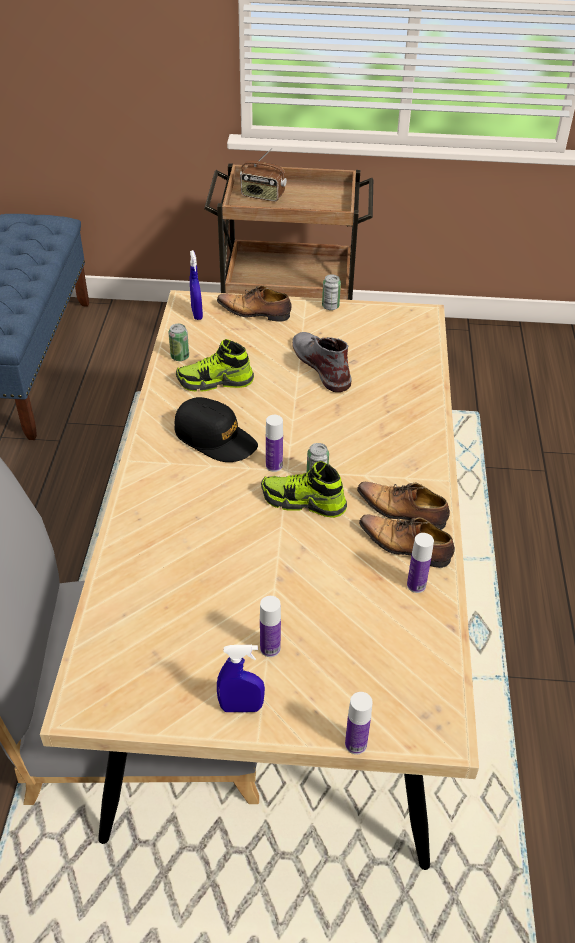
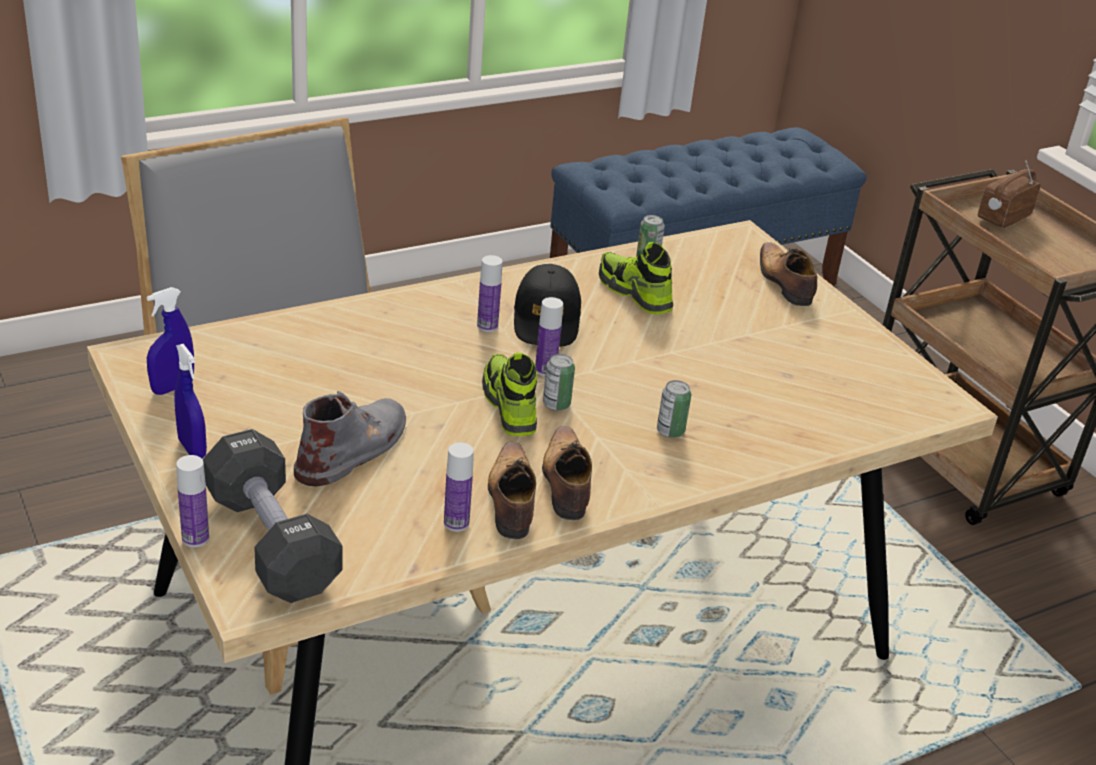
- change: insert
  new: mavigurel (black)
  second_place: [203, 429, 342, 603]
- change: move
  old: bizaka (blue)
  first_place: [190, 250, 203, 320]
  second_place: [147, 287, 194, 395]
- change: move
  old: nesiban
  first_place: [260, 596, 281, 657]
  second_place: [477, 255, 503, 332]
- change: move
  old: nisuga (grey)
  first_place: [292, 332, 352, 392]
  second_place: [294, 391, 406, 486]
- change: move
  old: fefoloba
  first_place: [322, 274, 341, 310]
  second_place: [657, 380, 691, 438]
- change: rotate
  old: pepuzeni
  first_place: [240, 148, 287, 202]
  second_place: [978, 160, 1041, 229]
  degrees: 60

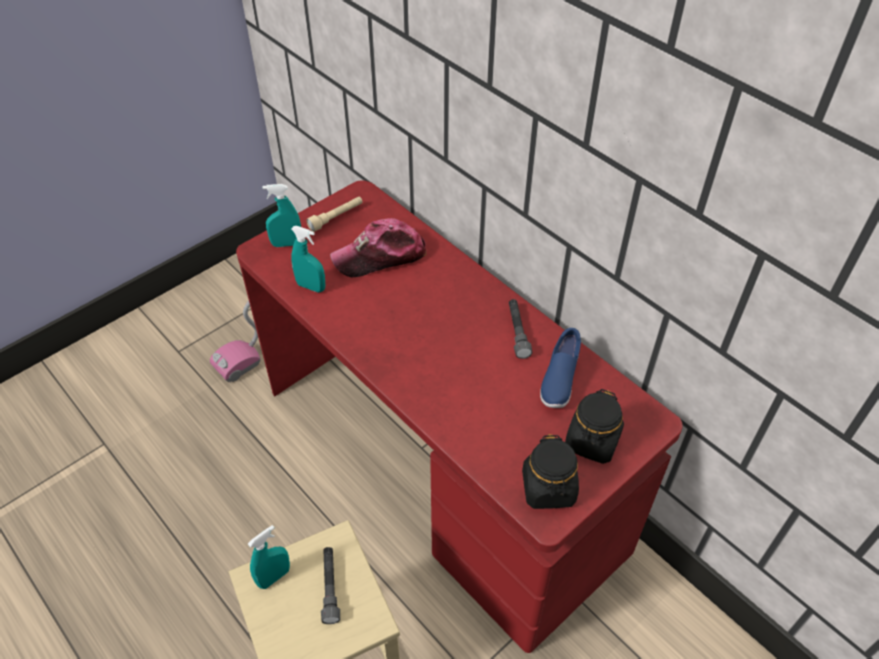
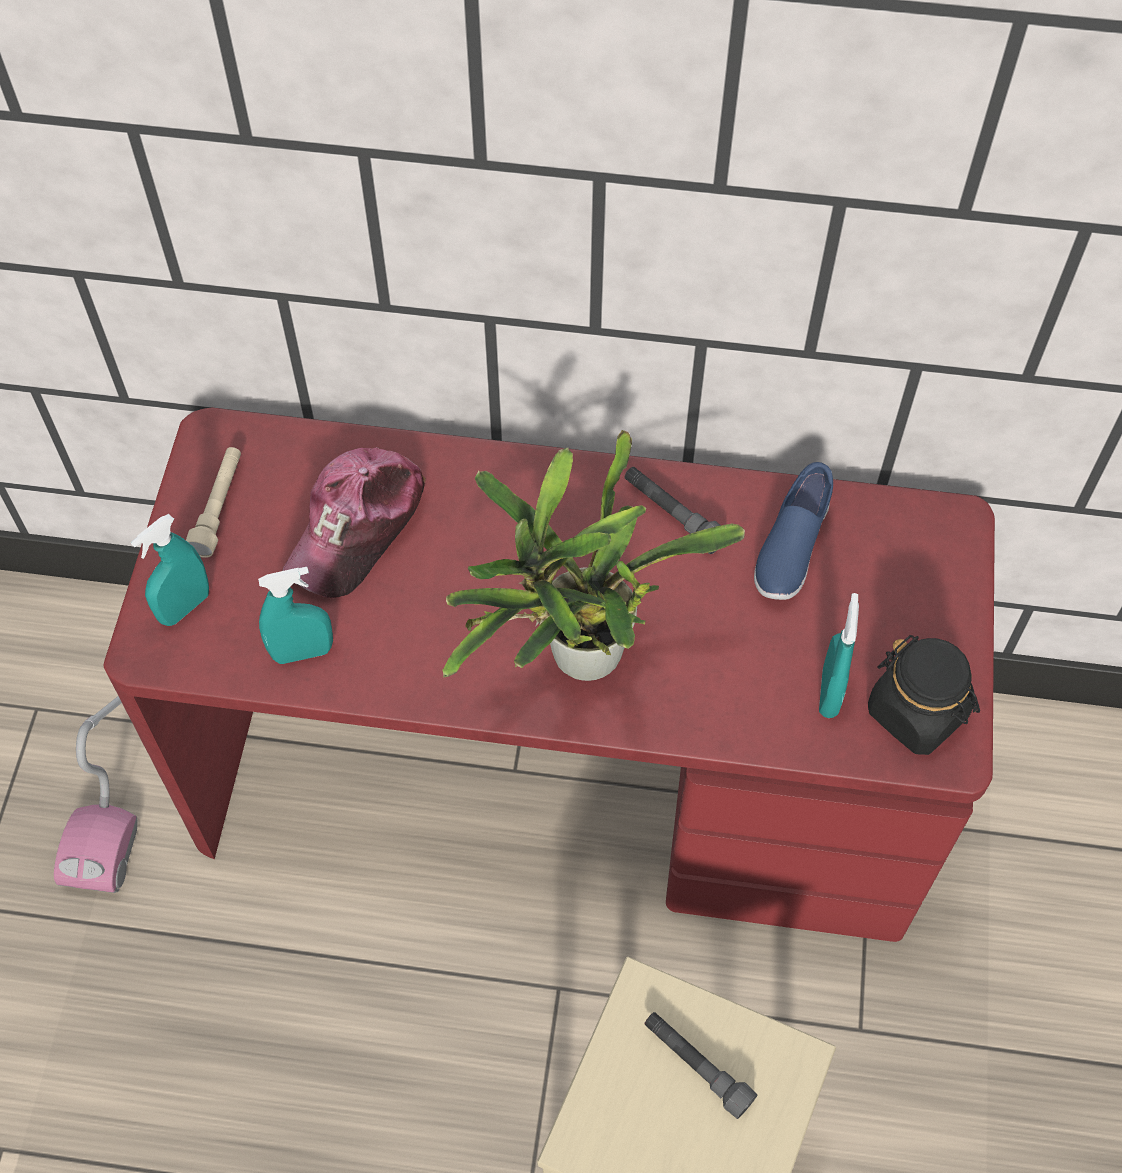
- change: delete
  old: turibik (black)
  first_place: [565, 389, 624, 464]
- change: insert
  new: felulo
  second_place: [442, 430, 745, 681]
- change: move
  old: bizaka (turquoise)
  first_place: [248, 525, 290, 589]
  second_place: [819, 593, 859, 718]
- change: rotate
  old: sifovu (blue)
  first_place: [540, 328, 581, 408]
  second_place: [754, 462, 833, 600]
  degrees: 45

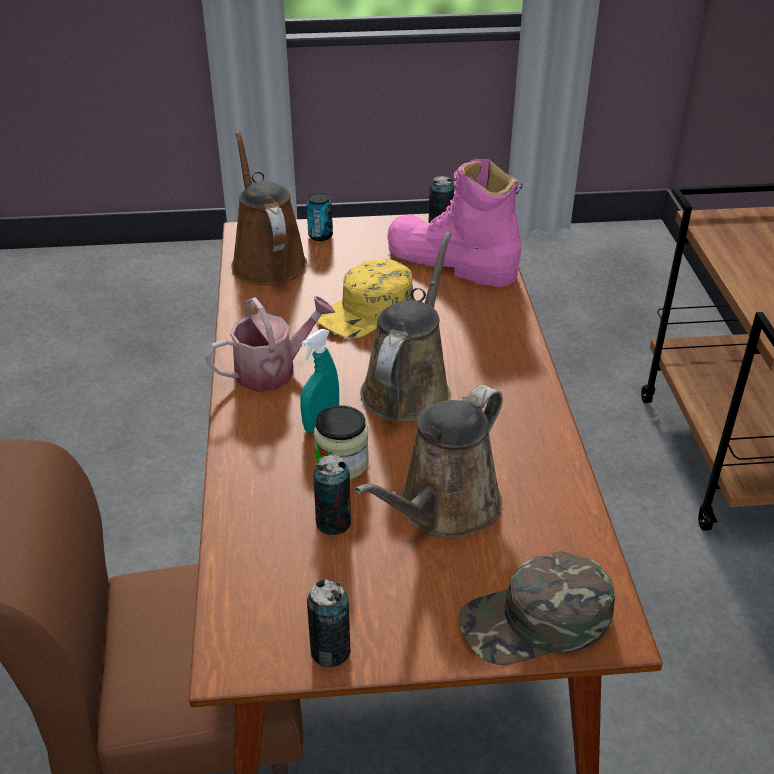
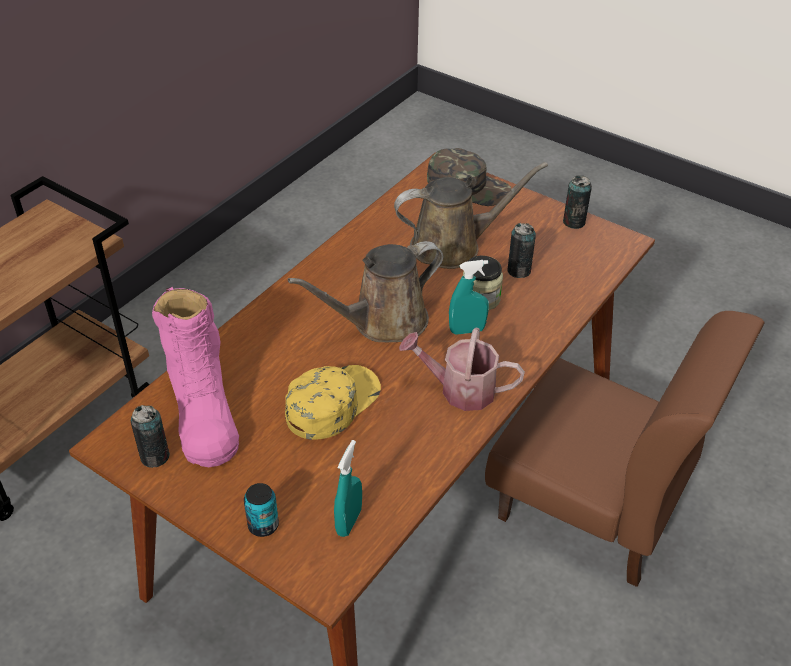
- change: replace
  old: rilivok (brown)
  new: bizaka (turquoise)
  first_place: [231, 131, 307, 285]
  second_place: [334, 440, 362, 537]
- change: rotate
  old: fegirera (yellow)
  first_place: [317, 259, 413, 338]
  second_place: [285, 365, 381, 440]
  degrees: -45

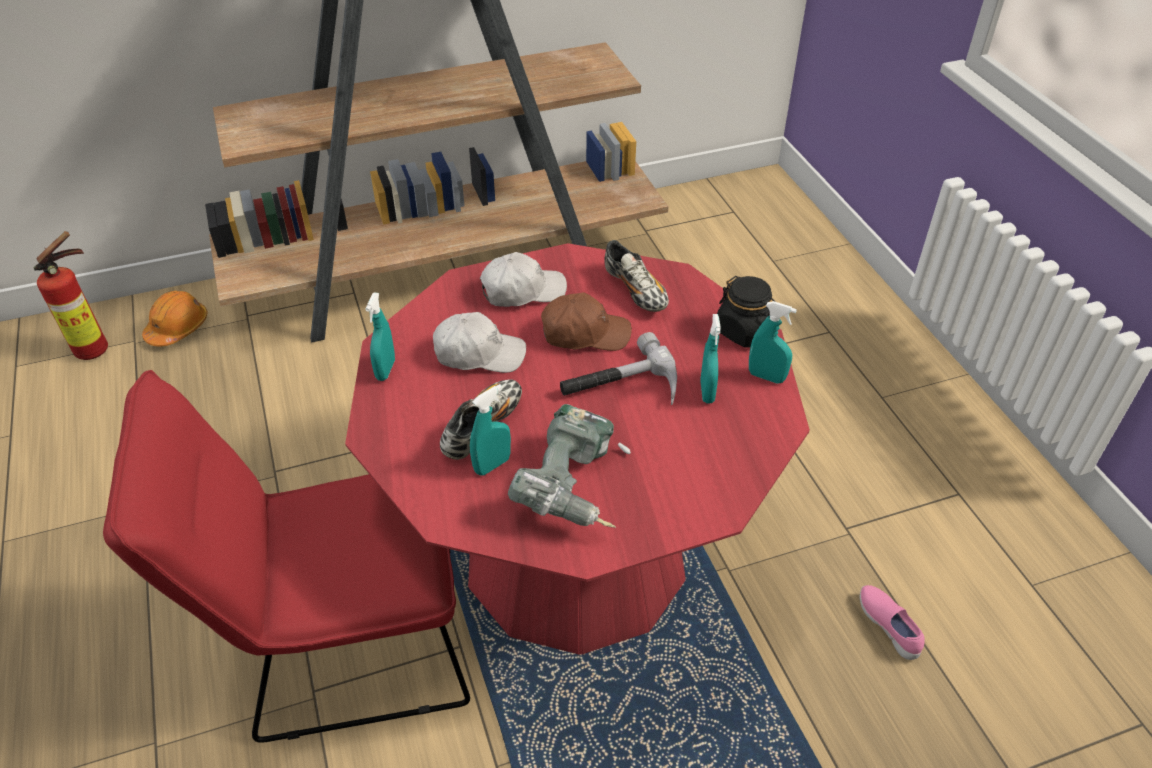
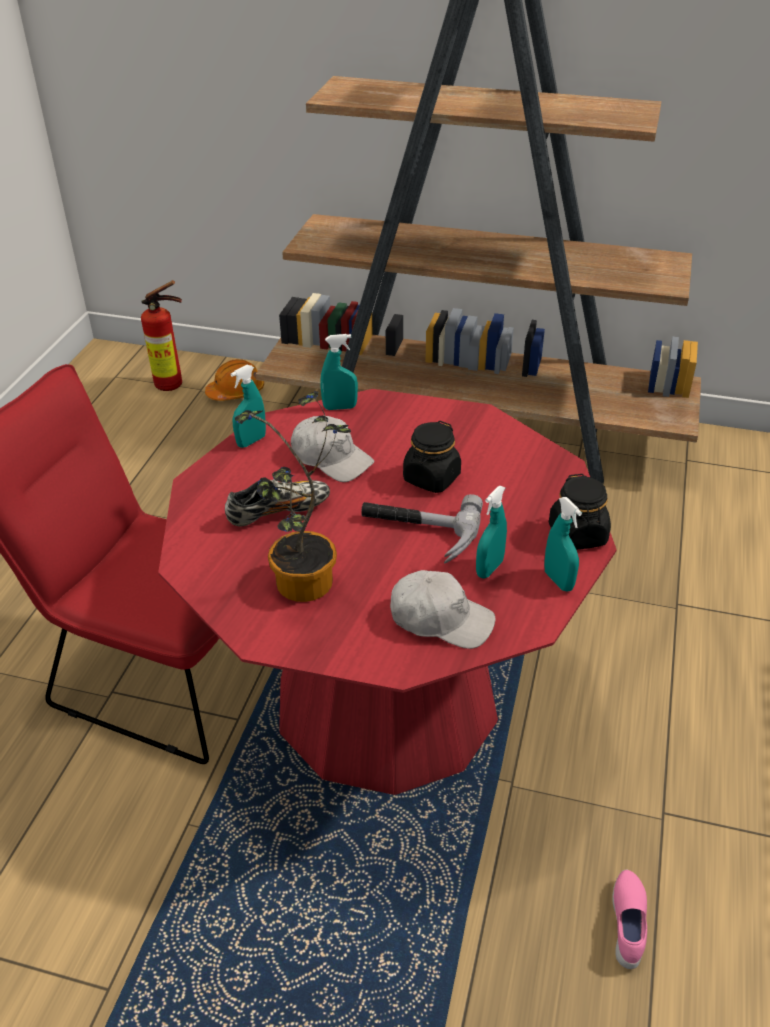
- change: delete
  old: sifovu
  first_place: [604, 240, 669, 312]
- change: move
  old: bizaka (turquoise)
  first_place: [470, 384, 511, 475]
  second_place: [320, 334, 358, 410]
- change: move
  old: fegirera (white)
  first_place: [480, 252, 567, 307]
  second_place: [390, 570, 496, 649]
- change: replace
  old: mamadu
  new: felulo
  first_place: [508, 404, 631, 528]
  second_place: [235, 391, 351, 602]
- change: replace
  old: fegirera (brown)
  new: turibik (black)
  first_place: [541, 292, 632, 351]
  second_place: [403, 421, 461, 493]

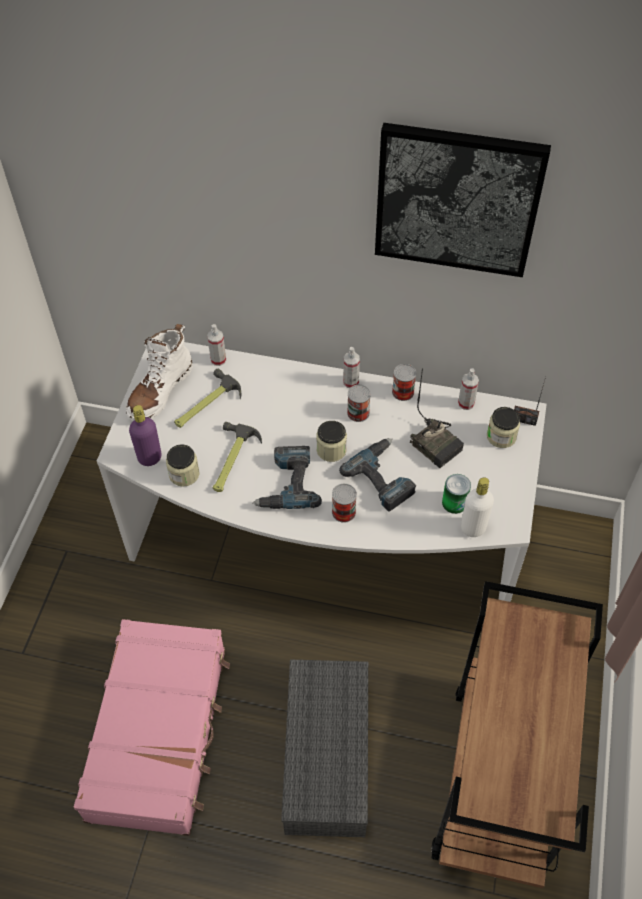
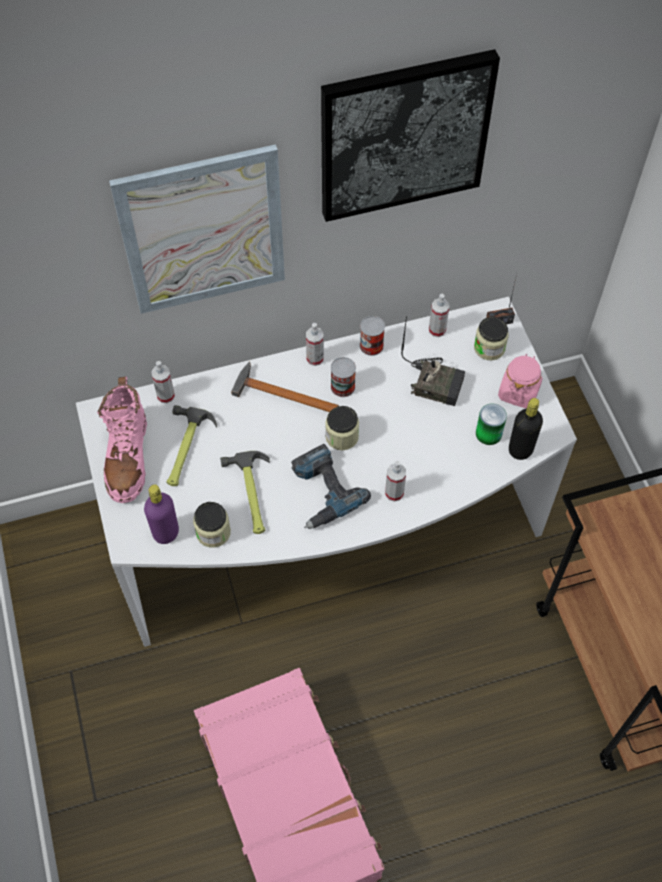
- change: delete
  old: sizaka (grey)
  first_place: [281, 660, 368, 837]
- change: delete
  old: mamadu
  first_place: [339, 438, 416, 512]
- change: insert
  new: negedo
  second_place: [109, 144, 285, 314]
- change: insert
  new: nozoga
  second_place: [231, 362, 339, 412]
- change: insert
  new: turibik (pink)
  second_place: [498, 353, 543, 408]
- change: replace
  old: fefoloba
  new: bizaka
  first_place: [332, 484, 357, 523]
  second_place: [385, 461, 406, 502]
- change: recolor
  old: nisuga (white)
  new: nisuga (pink)
  first_place: [126, 324, 193, 421]
  second_place: [97, 376, 147, 503]
- change: recolor
  old: nesiban (white)
  new: nesiban (black)
  first_place: [461, 477, 494, 537]
  second_place: [509, 398, 543, 460]

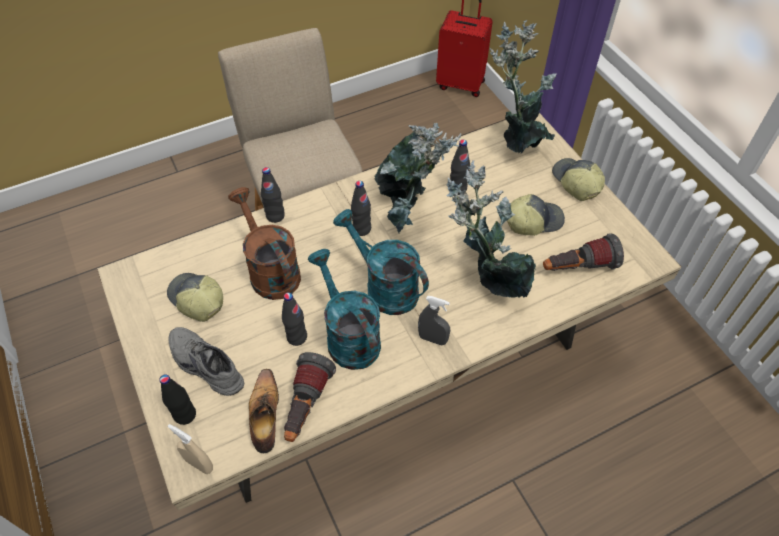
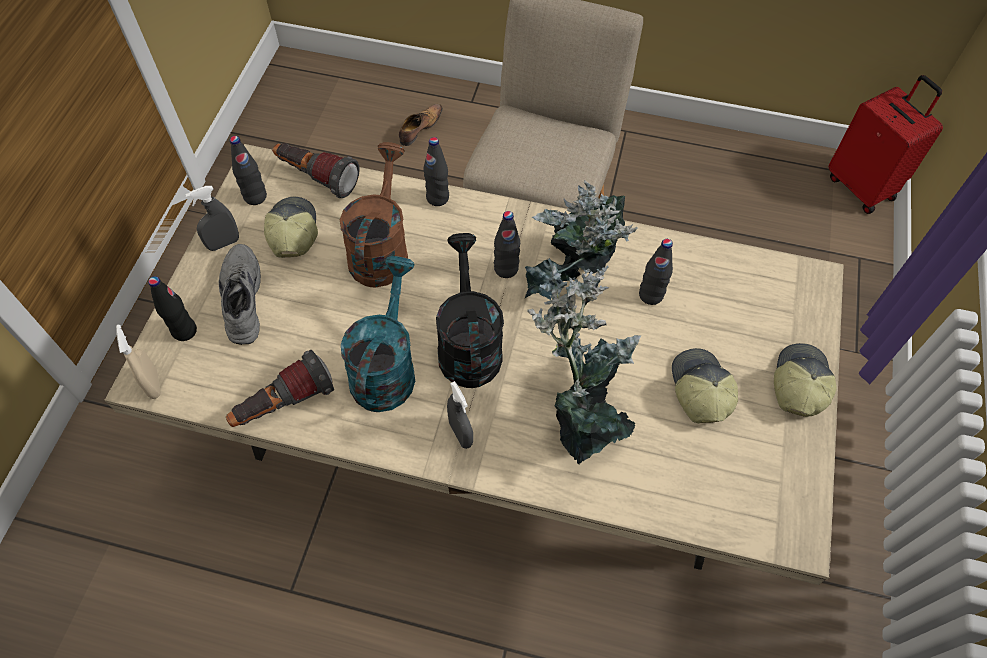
- change: delete
  old: felulo
  first_place: [490, 20, 557, 153]
- change: insert
  new: bizaka (grey)
  second_place: [185, 186, 239, 251]
- change: move
  old: sifovu
  first_place: [249, 369, 279, 453]
  second_place: [399, 104, 443, 146]
- change: move
  old: nesiban (black)
  first_place: [282, 292, 307, 346]
  second_place: [230, 136, 267, 205]
- change: move
  old: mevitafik
  first_place: [543, 233, 624, 271]
  second_place: [272, 143, 360, 198]
- change: recolor
  old: rilivok (turquoise)
  new: rilivok (black)
  first_place: [333, 209, 429, 315]
  second_place: [436, 233, 504, 388]
- change: rotate
  old: fegirera
  first_place: [507, 194, 565, 236]
  second_place: [672, 348, 738, 423]
  degrees: -120

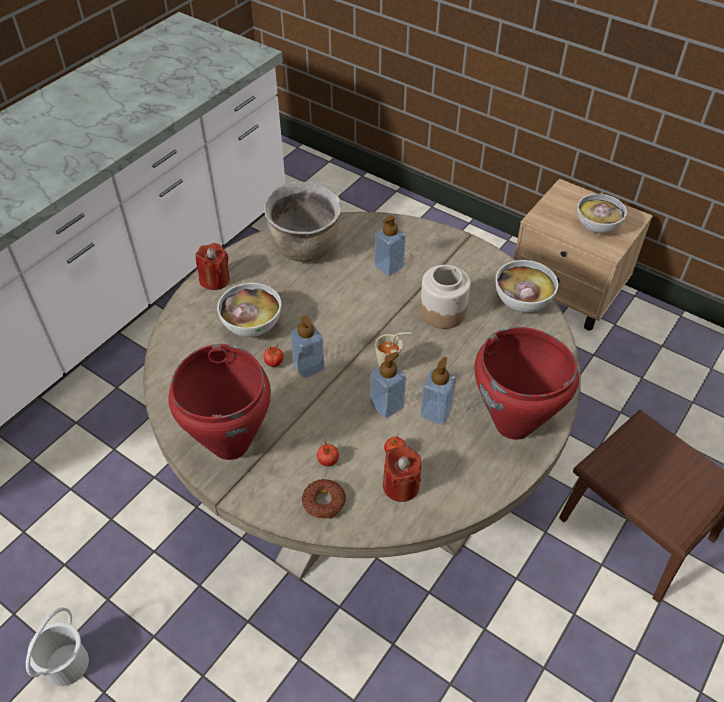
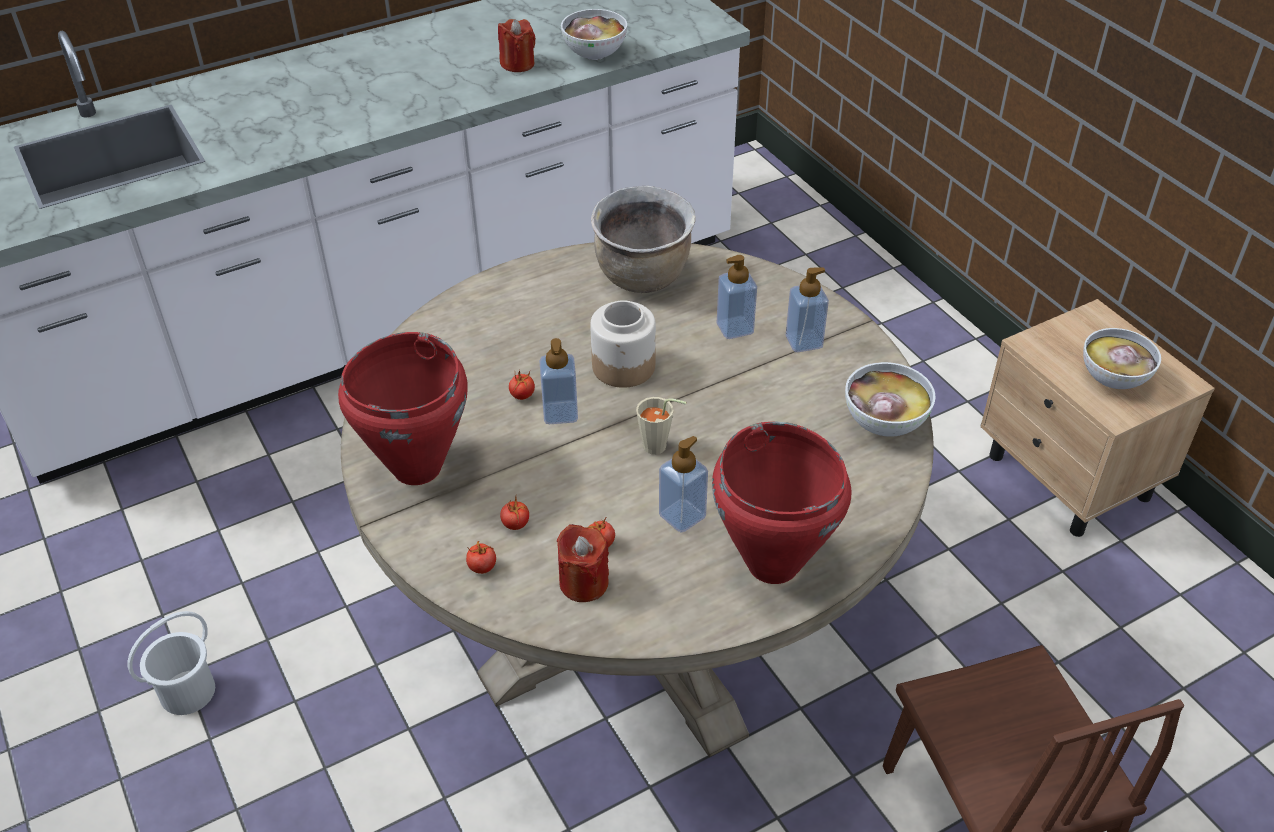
- change: move
  old: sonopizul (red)
  first_place: [196, 243, 230, 290]
  second_place: [498, 19, 536, 72]
- change: move
  old: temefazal
  first_place: [217, 283, 281, 337]
  second_place: [561, 9, 627, 60]
- change: move
  old: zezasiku
  first_place: [370, 352, 406, 418]
  second_place: [786, 267, 829, 352]
- change: move
  old: turibik
  first_place: [420, 265, 470, 329]
  second_place: [590, 300, 656, 388]
- change: replace
  old: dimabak
  new: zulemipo
  first_place: [302, 479, 346, 519]
  second_place: [466, 541, 496, 574]

